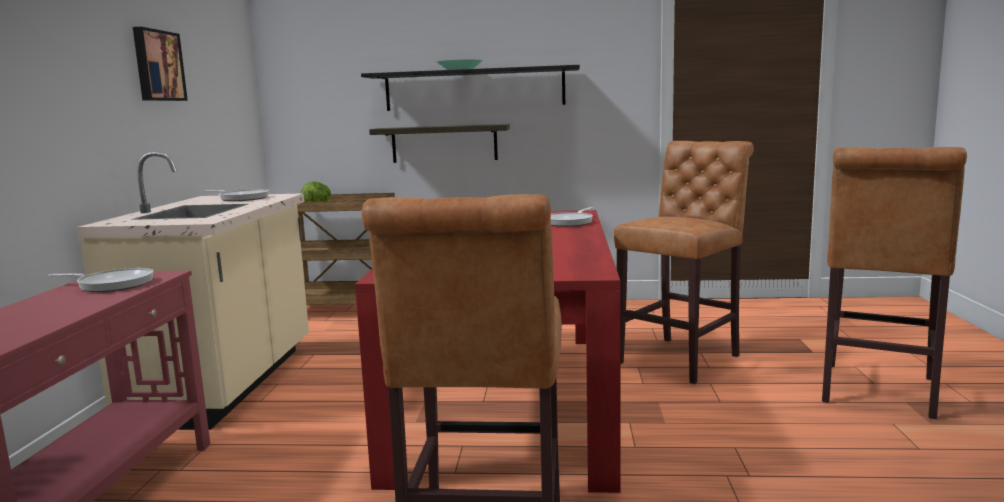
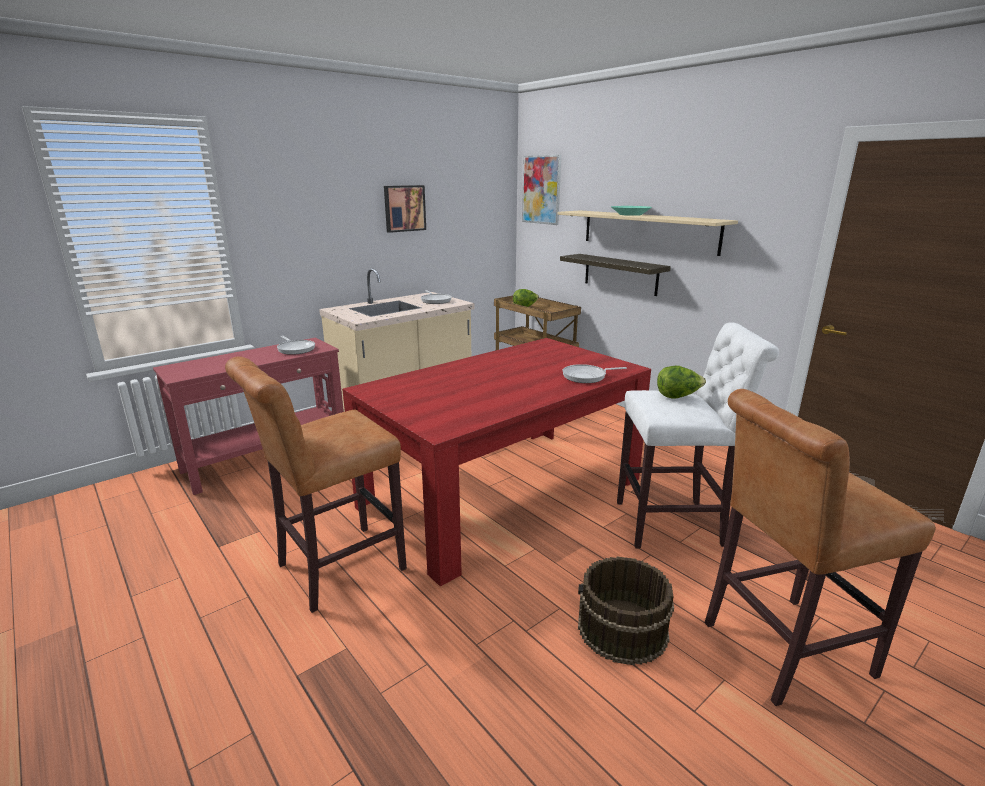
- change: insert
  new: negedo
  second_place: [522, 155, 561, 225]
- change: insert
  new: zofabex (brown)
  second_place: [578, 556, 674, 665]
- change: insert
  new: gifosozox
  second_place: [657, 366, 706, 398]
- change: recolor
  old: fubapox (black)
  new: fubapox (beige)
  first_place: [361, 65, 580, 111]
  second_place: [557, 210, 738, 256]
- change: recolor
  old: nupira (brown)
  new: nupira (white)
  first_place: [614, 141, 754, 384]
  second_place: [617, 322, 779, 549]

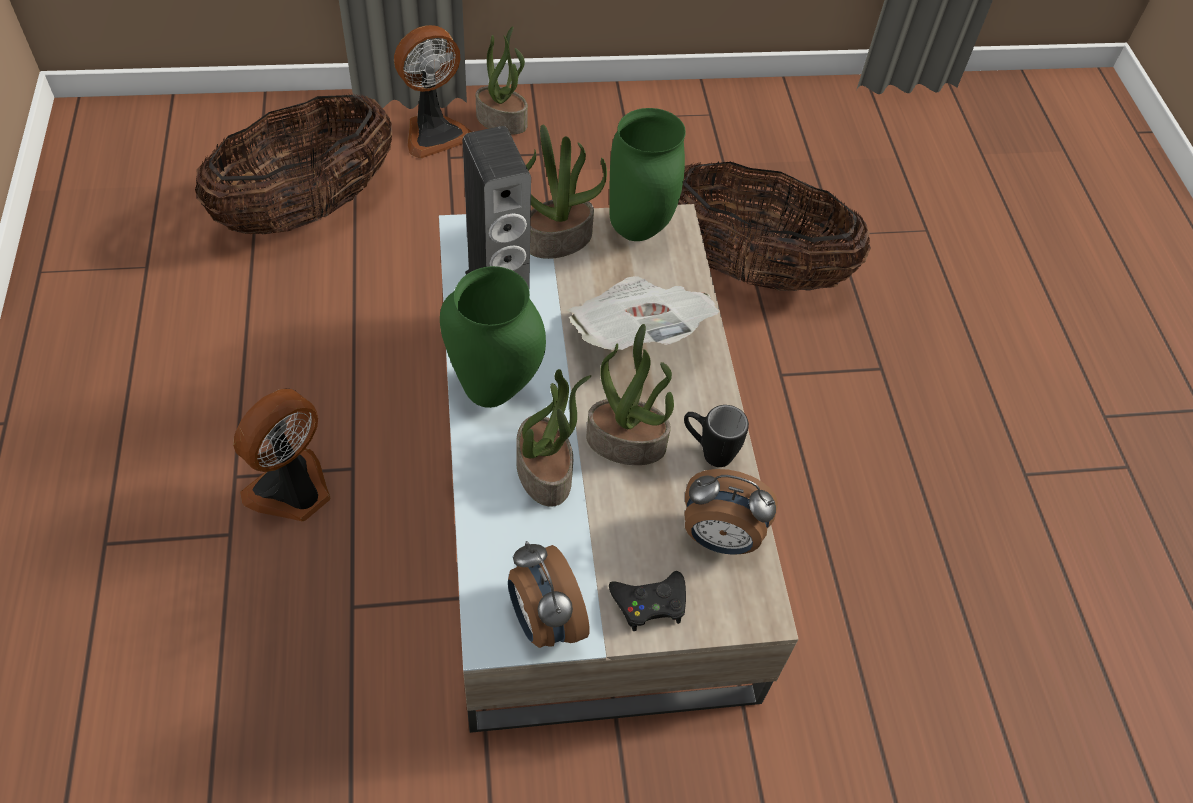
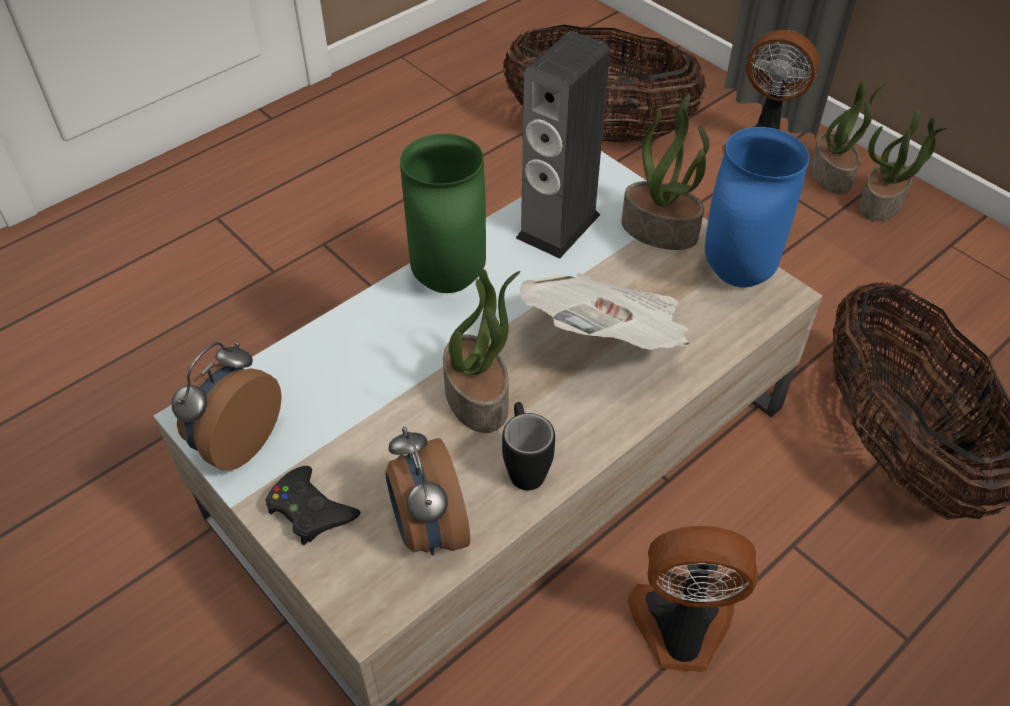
- change: move
  old: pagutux
  first_place: [233, 389, 331, 521]
  second_place: [628, 526, 758, 672]
- change: move
  old: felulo
  first_place: [516, 369, 591, 507]
  second_place: [859, 110, 948, 221]
- change: recolor
  old: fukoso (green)
  new: fukoso (blue)
  first_place: [609, 108, 686, 241]
  second_place: [705, 127, 809, 288]

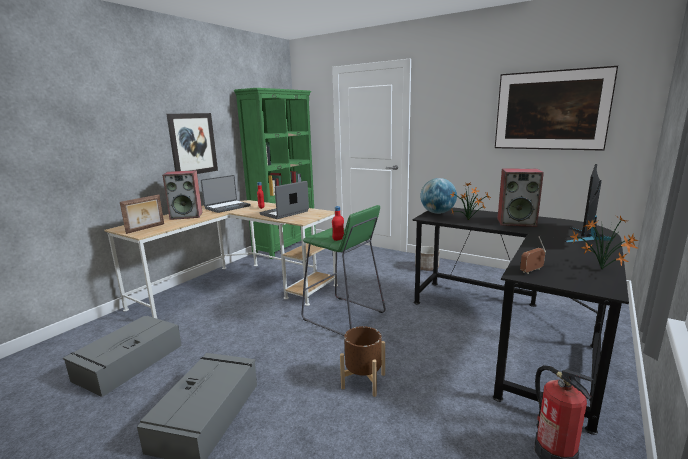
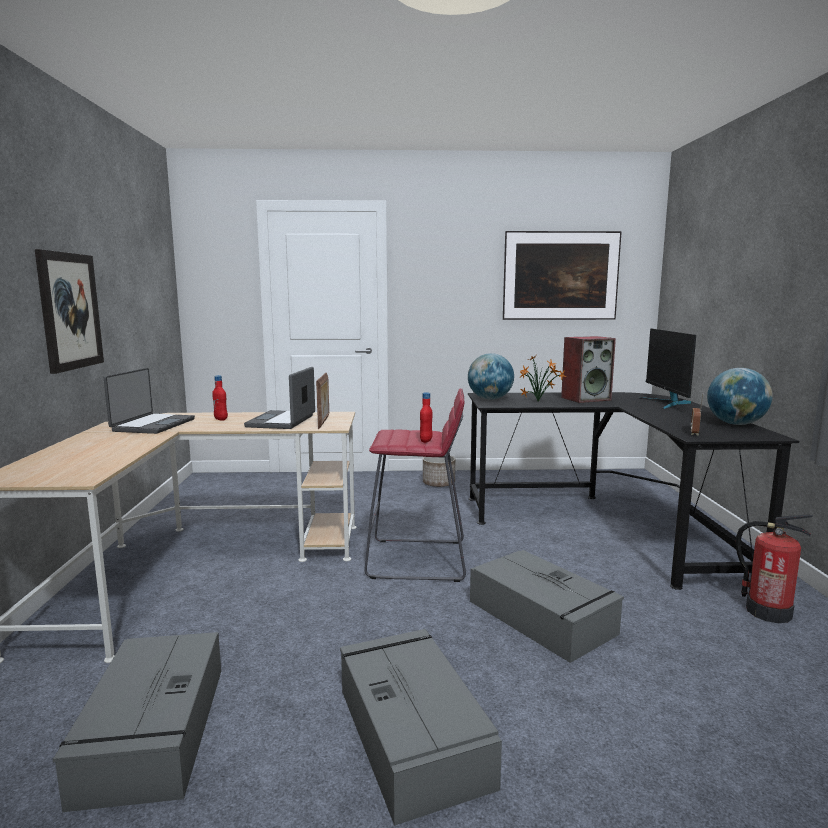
- change: delete
  old: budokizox
  first_place: [162, 170, 202, 220]
- change: delete
  old: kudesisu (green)
  first_place: [234, 88, 316, 259]
- change: move
  old: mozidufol
  first_place: [120, 195, 164, 234]
  second_place: [316, 373, 329, 429]
- change: replace
  old: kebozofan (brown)
  new: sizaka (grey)
  first_place: [340, 326, 385, 397]
  second_place: [470, 550, 624, 663]
- change: replace
  old: felulo
  new: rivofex
  first_place: [570, 216, 638, 269]
  second_place: [707, 368, 773, 425]
- change: recolor
  old: nupira (green)
  new: nupira (red)
  first_place: [301, 205, 386, 336]
  second_place: [364, 389, 466, 582]

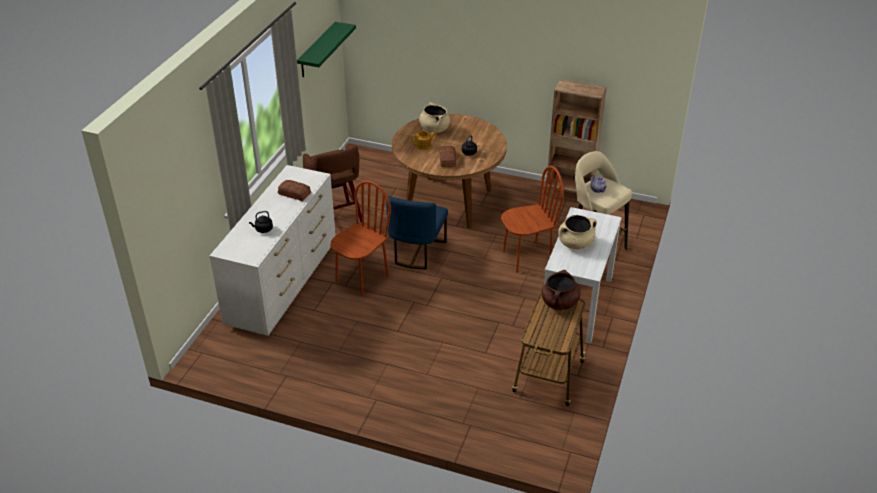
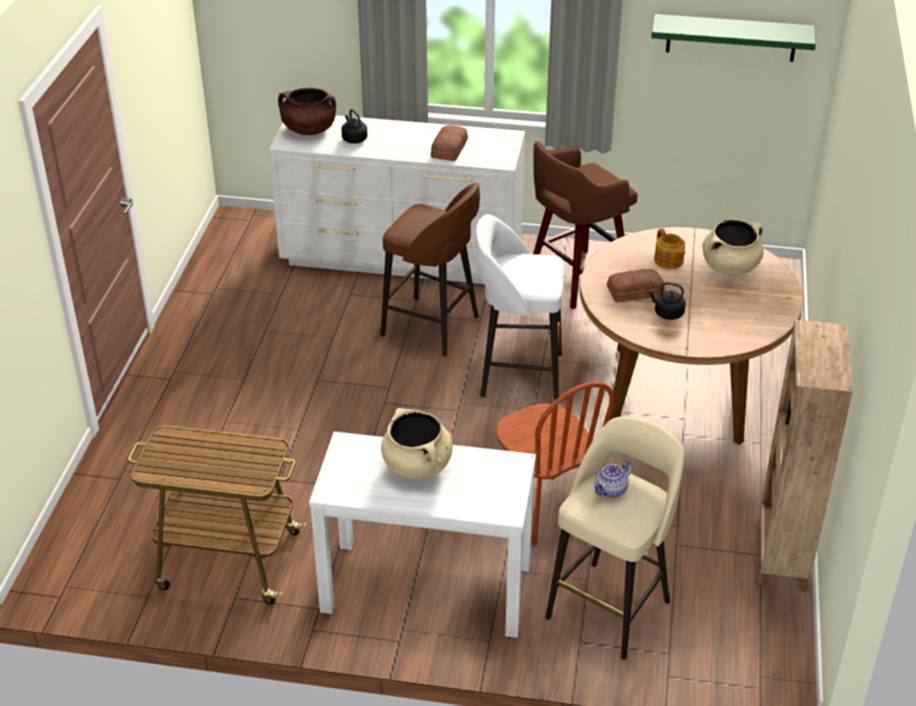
- change: move
  old: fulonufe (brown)
  first_place: [541, 270, 581, 310]
  second_place: [278, 88, 336, 135]
- change: replace
  old: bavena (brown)
  new: nupira (brown)
  first_place: [331, 181, 391, 296]
  second_place: [380, 183, 480, 357]
- change: replace
  old: bavena (blue)
  new: nupira (white)
  first_place: [386, 196, 448, 270]
  second_place: [476, 214, 564, 401]

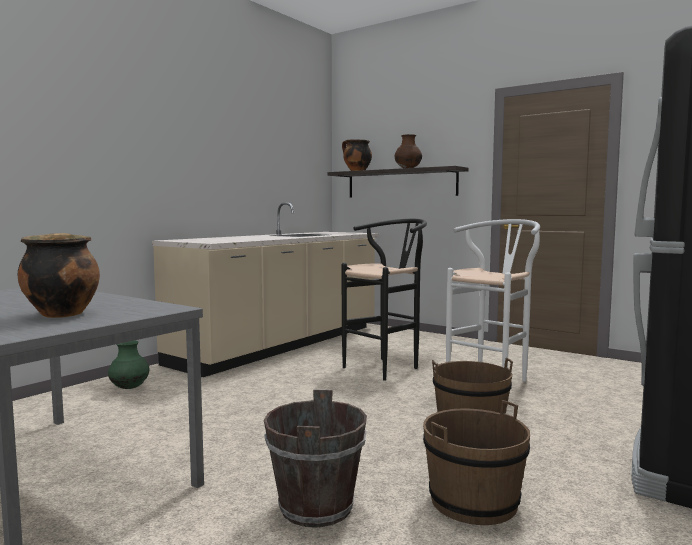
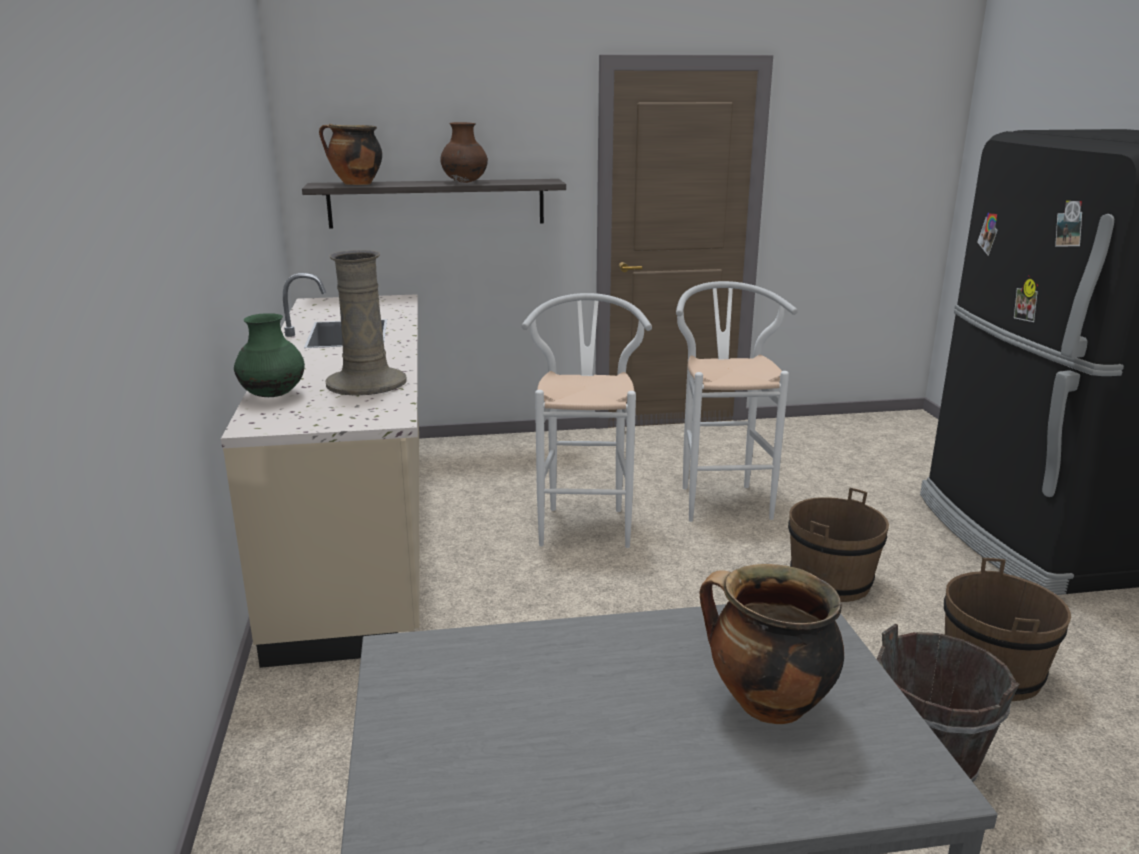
- change: insert
  new: fukoso (beige)
  second_place: [326, 250, 406, 395]
- change: move
  old: fukoso (green)
  first_place: [108, 340, 149, 389]
  second_place: [234, 313, 305, 397]
- change: recolor
  old: nupira (black)
  new: nupira (white)
  first_place: [342, 219, 427, 381]
  second_place: [521, 293, 652, 548]

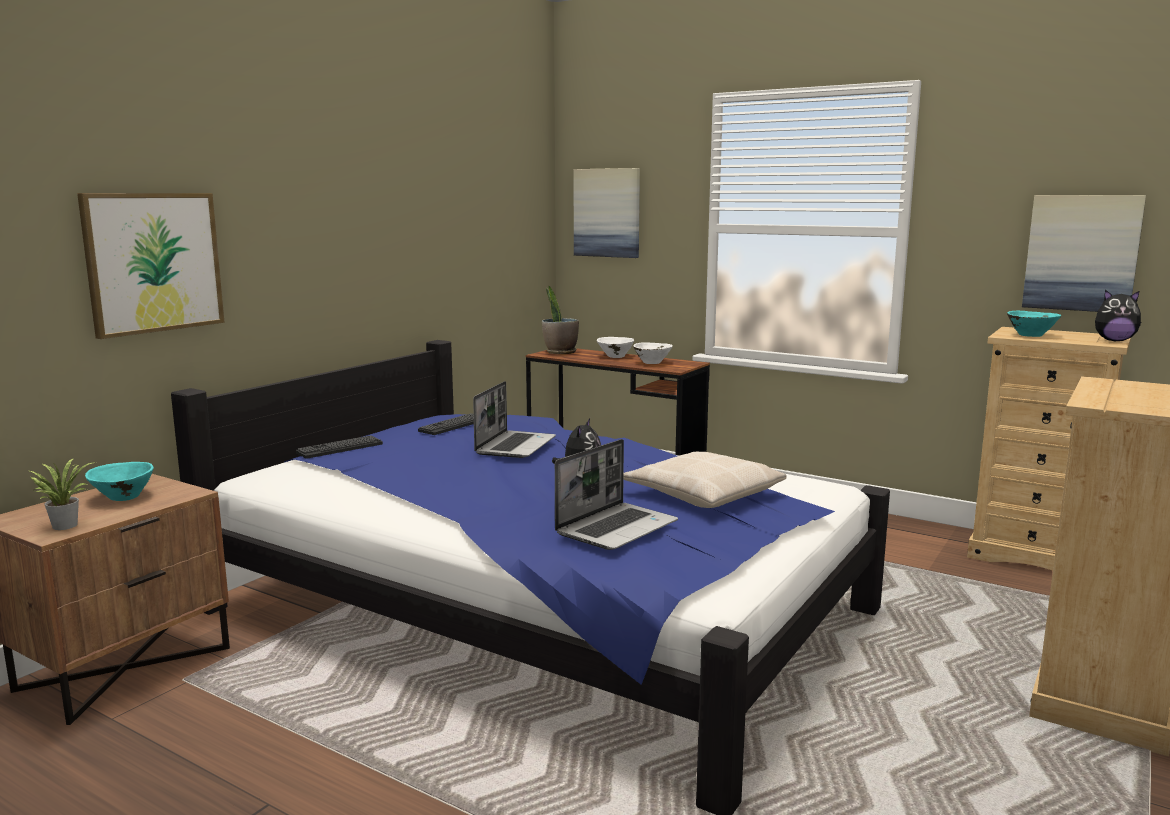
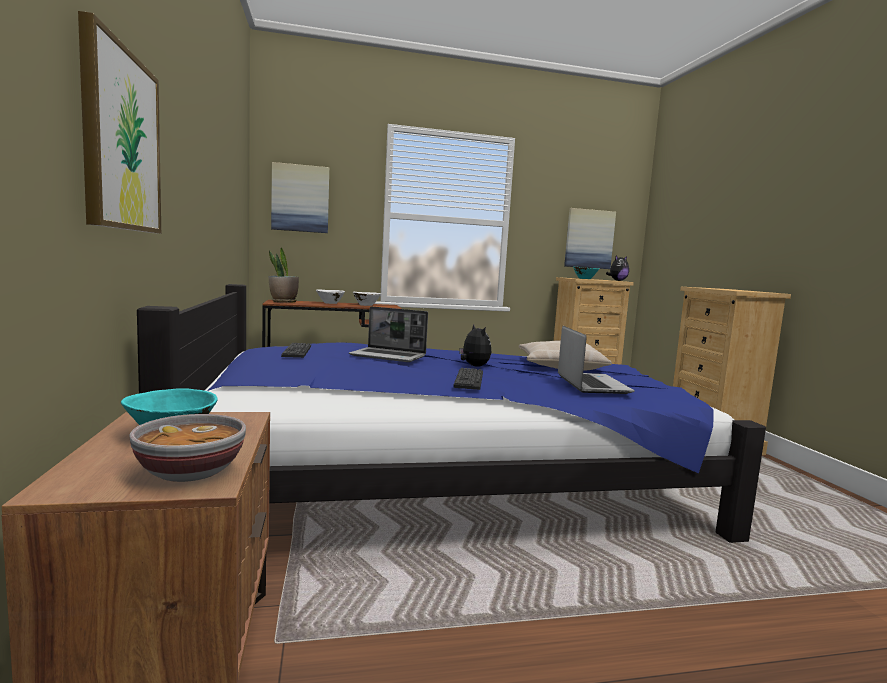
- change: move
  old: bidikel
  first_place: [296, 435, 383, 459]
  second_place: [453, 368, 483, 390]
- change: replace
  old: felulo
  new: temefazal
  first_place: [30, 458, 95, 530]
  second_place: [130, 414, 246, 482]
- change: rotate
  old: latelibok
  first_place: [473, 381, 556, 458]
  second_place: [349, 306, 428, 362]
  degrees: 135

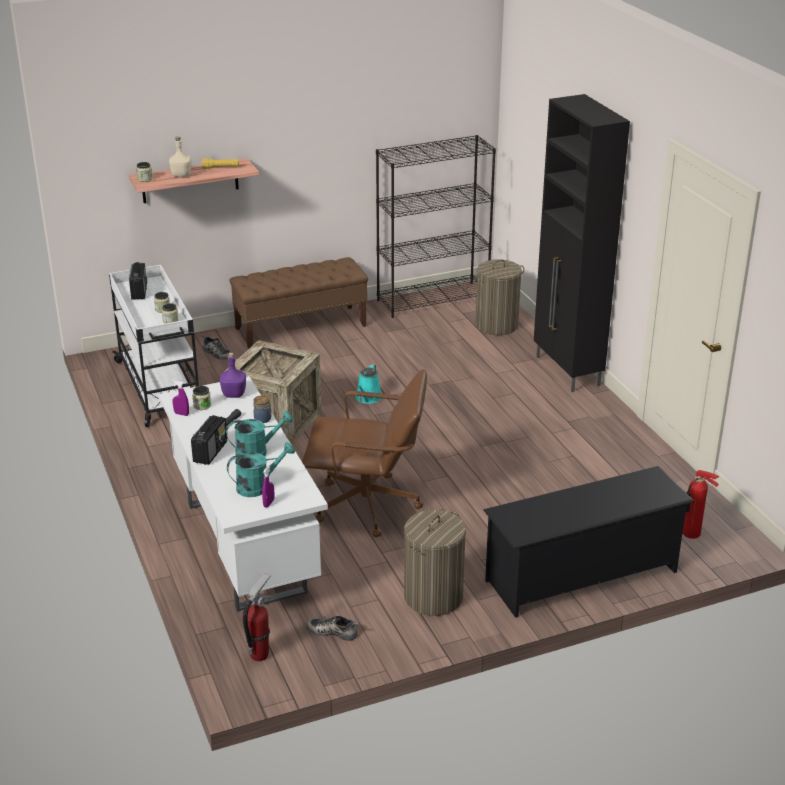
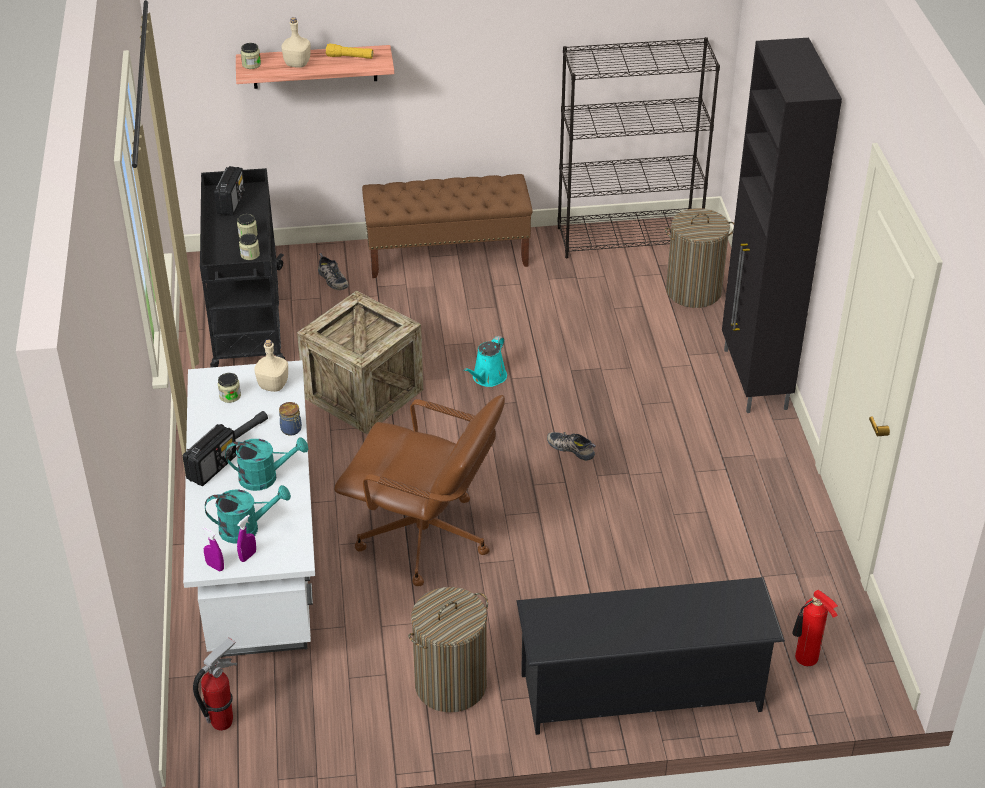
- change: move
  old: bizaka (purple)
  first_place: [172, 380, 189, 416]
  second_place: [202, 527, 224, 571]
- change: move
  old: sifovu
  first_place: [307, 616, 359, 641]
  second_place: [547, 432, 596, 461]
- change: recolor
  old: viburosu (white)
  new: viburosu (black)
  first_place: [109, 265, 199, 427]
  second_place: [200, 168, 285, 368]
- change: recolor
  old: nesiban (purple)
  new: nesiban (beige)
  first_place: [220, 353, 246, 398]
  second_place: [255, 339, 288, 392]

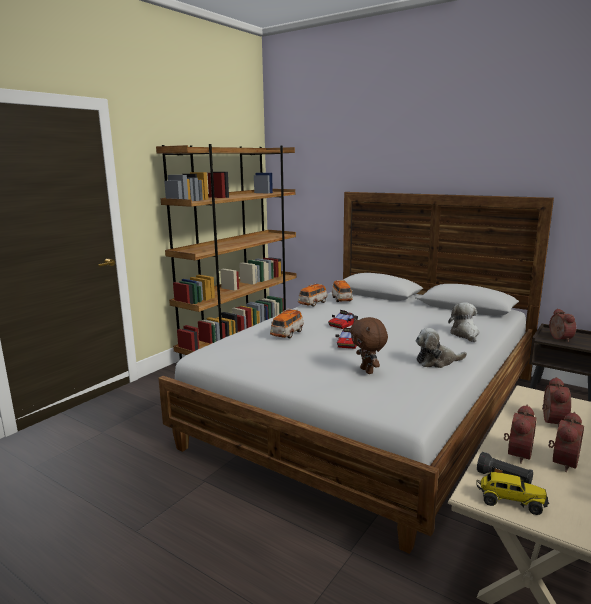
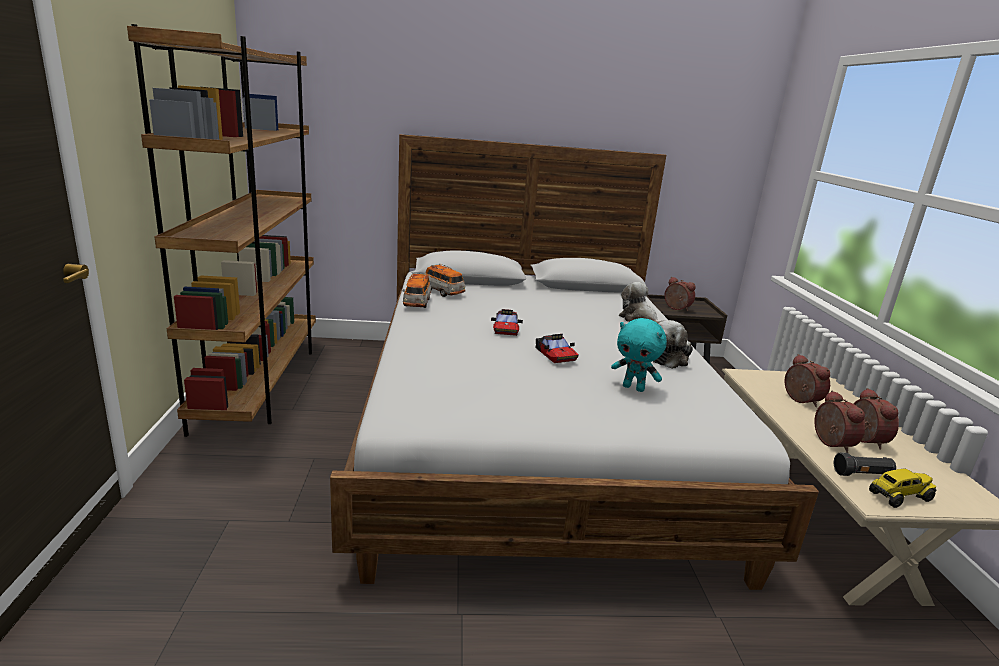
- change: delete
  old: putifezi
  first_place: [270, 308, 304, 338]
- change: recolor
  old: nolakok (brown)
  new: nolakok (turquoise)
  first_place: [350, 317, 388, 374]
  second_place: [611, 318, 667, 392]

